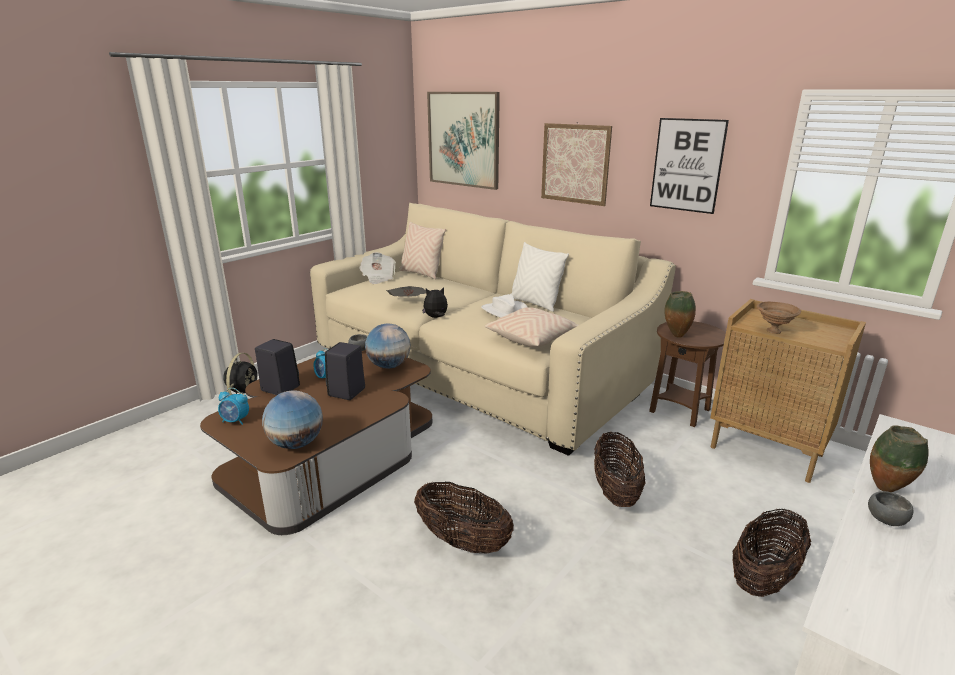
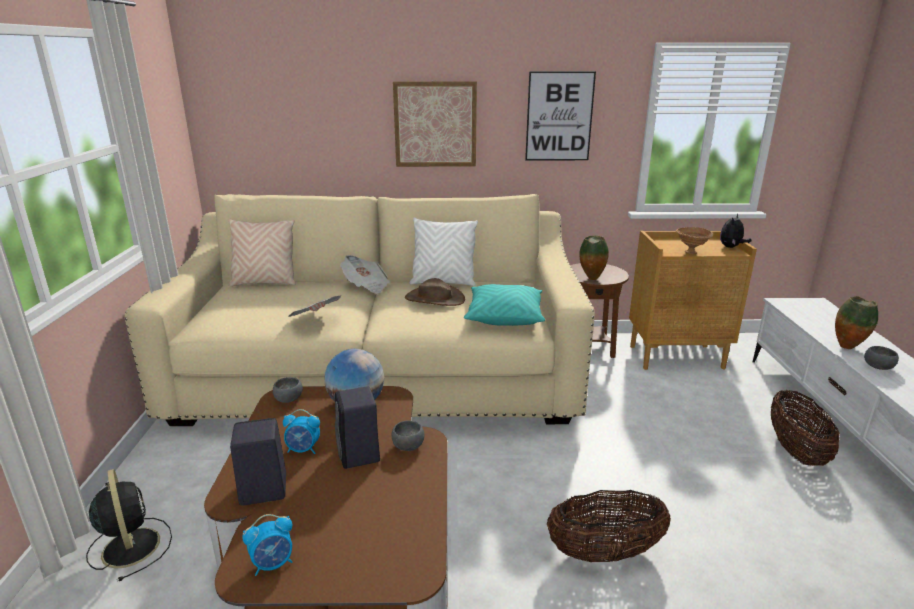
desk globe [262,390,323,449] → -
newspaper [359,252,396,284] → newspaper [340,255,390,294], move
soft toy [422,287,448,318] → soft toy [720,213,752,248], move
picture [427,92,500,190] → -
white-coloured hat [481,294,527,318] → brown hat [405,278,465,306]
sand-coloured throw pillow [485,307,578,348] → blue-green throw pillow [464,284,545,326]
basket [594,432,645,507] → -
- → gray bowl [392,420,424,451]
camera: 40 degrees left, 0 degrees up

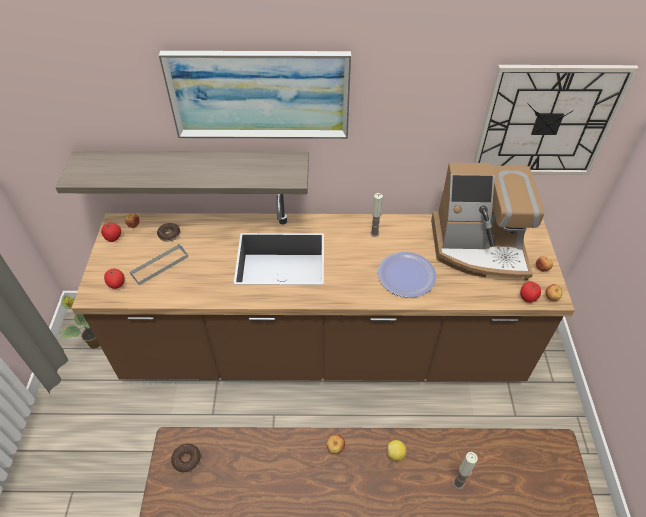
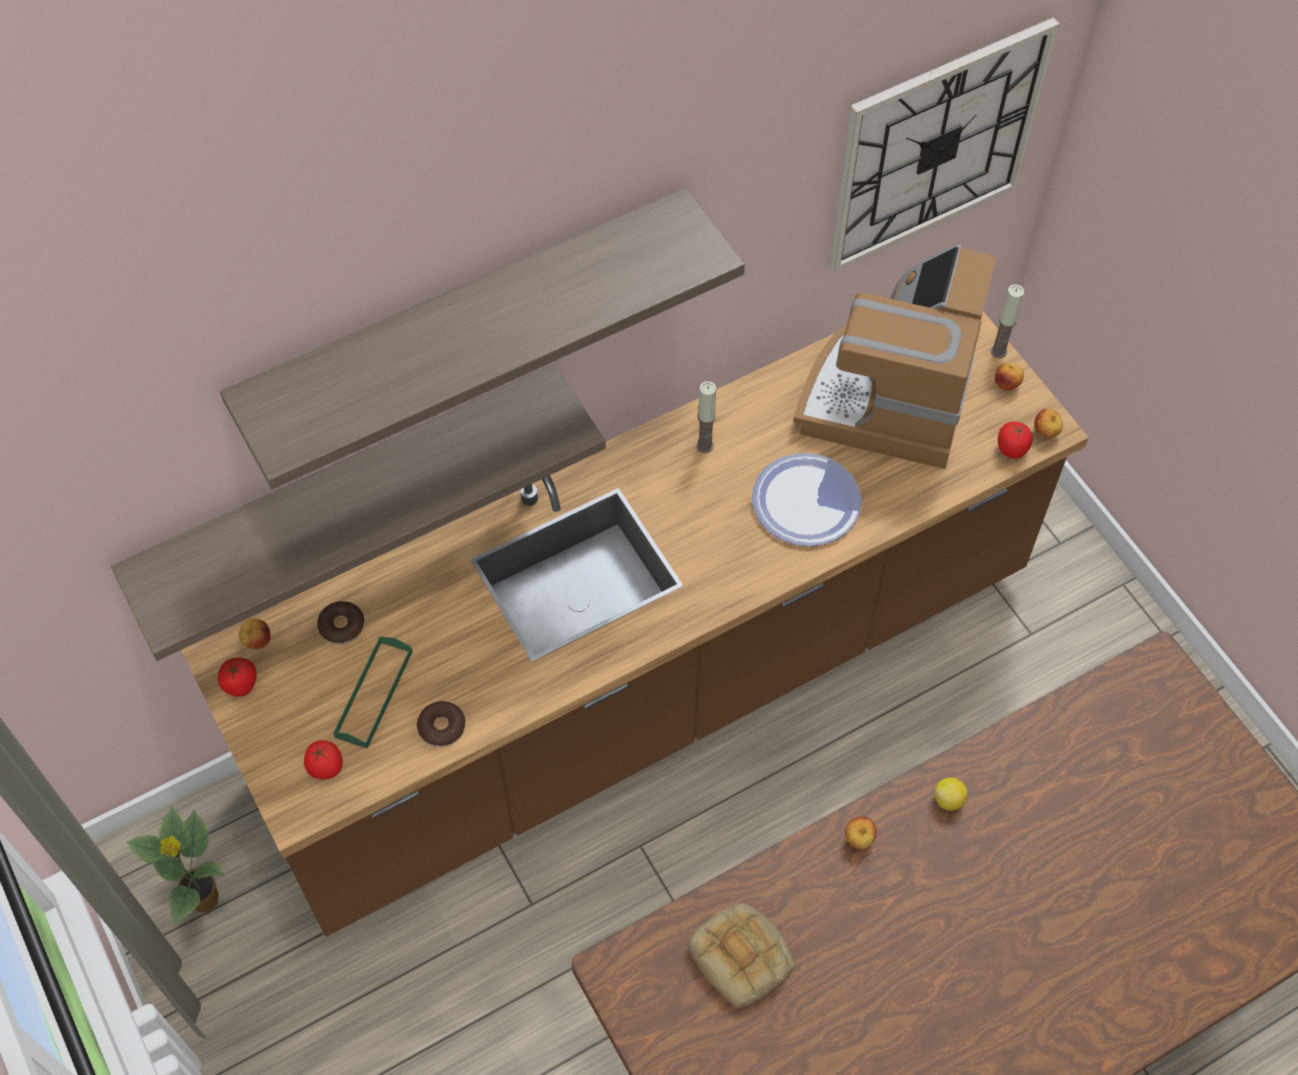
gray carrying tray [129,244,188,285] → green carrying tray [333,636,412,749]
picture [159,51,351,139] → wall shelf [220,188,745,489]
ring doughnut [171,444,201,473] → ring doughnut [417,701,465,747], move
coffee brewer [431,163,544,280] → coffee brewer [793,244,997,469], 135 degrees clockwise
wax candle [453,452,478,489] → wax candle [990,284,1024,358], move
- → bread [688,903,794,1008]
camera: 30 degrees left, 10 degrees up

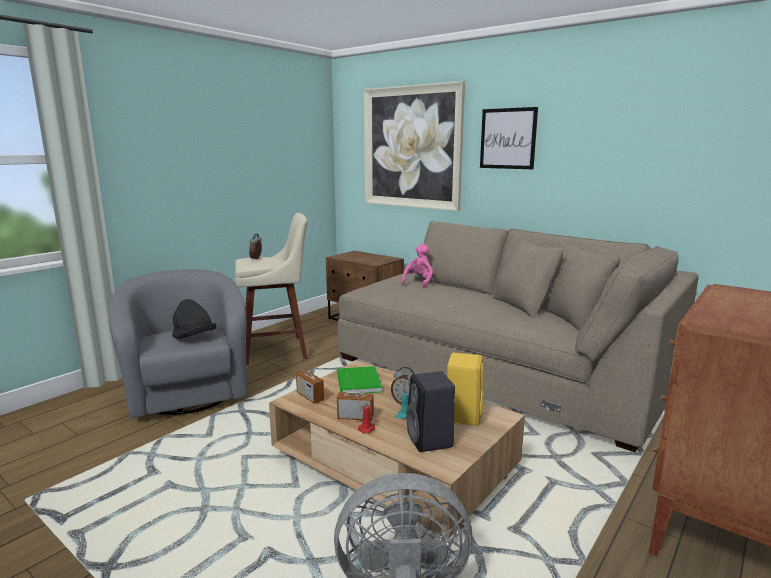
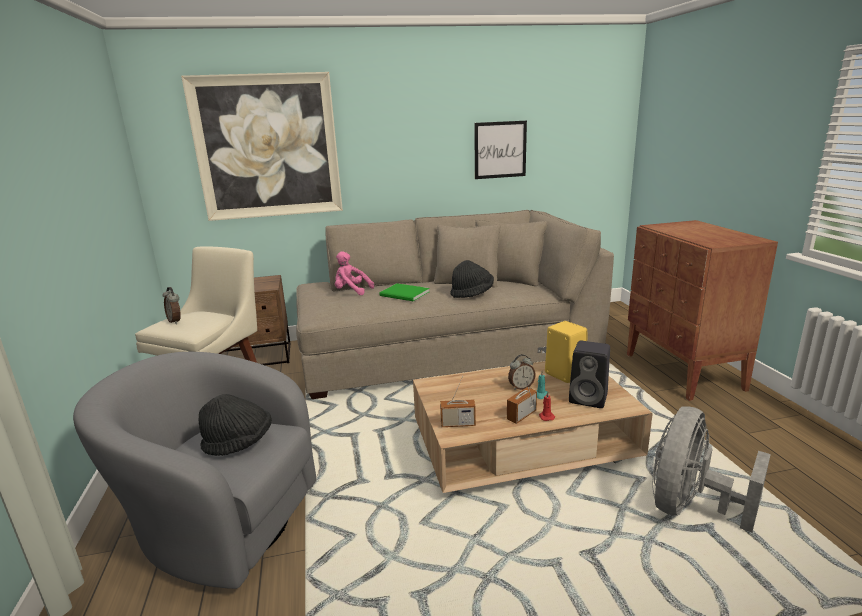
green bound book [337,366,382,393] → green bound book [379,283,429,301], move
pinkish soft toy [401,244,433,288] → pinkish soft toy [335,251,374,295], 45 degrees counterclockwise
picture [480,107,538,169] → picture [474,121,527,179], move
- → blackish hat [450,260,494,298]
camera: 50 degrees left, 5 degrees up

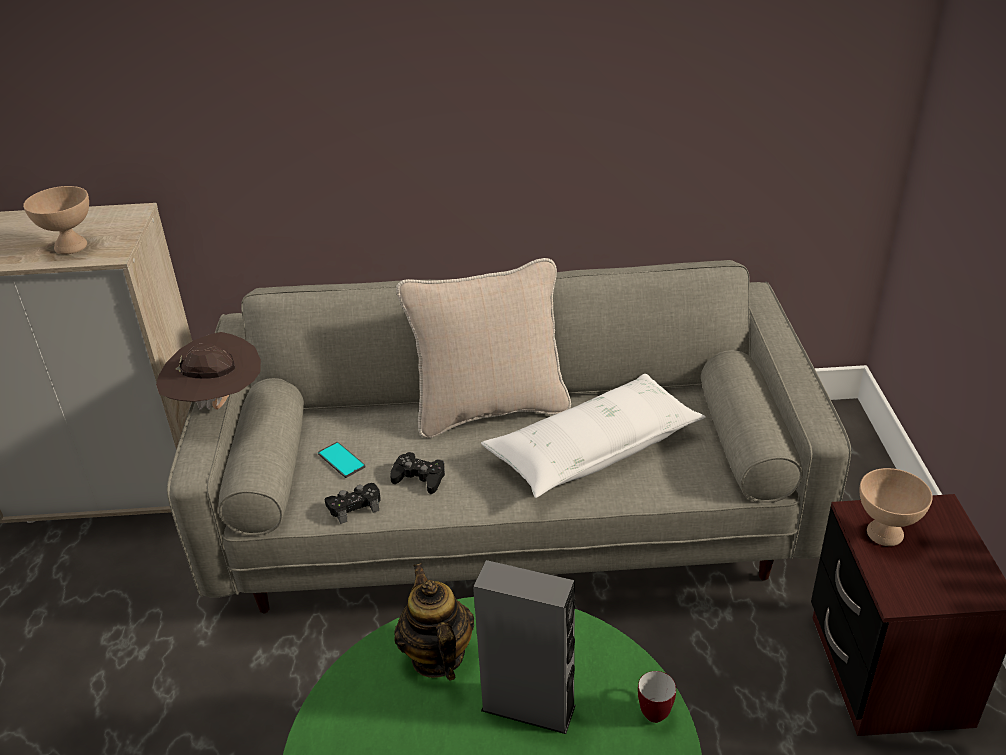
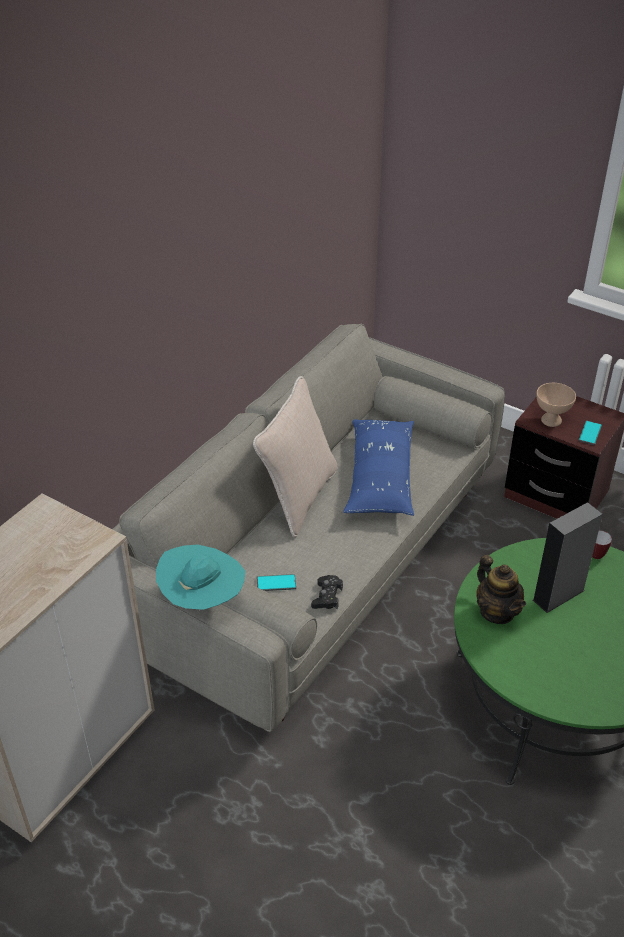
sand-coloured bowl [23,186,89,254] → -
brown hat [156,332,261,410] → blue-green hat [156,545,245,611]
blackish gamepad [390,452,445,494] → -
pot for tea [394,563,474,680] → pot for tea [476,555,526,624], 135 degrees counterclockwise
white-coloured throw pillow [481,374,706,498] → blue-coloured throw pillow [343,419,414,516]
- → phone [578,421,602,445]
camera: 55 degrees left, 5 degrees up

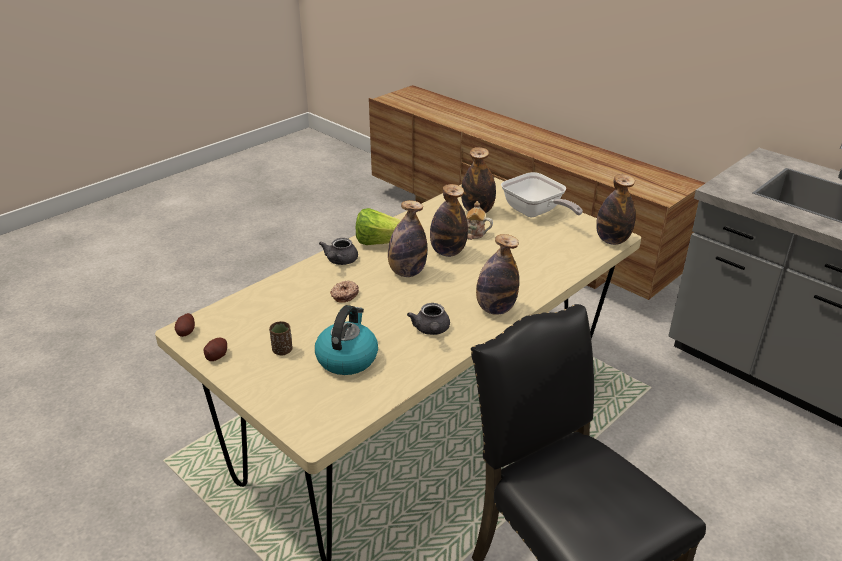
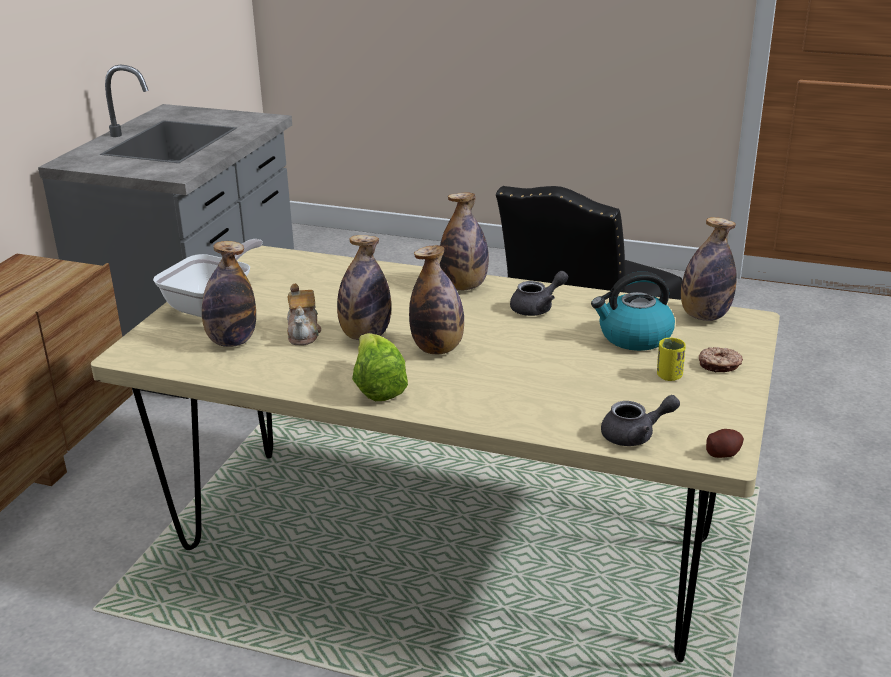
potato [203,338,227,361] → -
brown drinking cup [269,321,292,355] → yellow drinking cup [657,338,686,381]
gray pot for tea [319,238,358,265] → gray pot for tea [601,395,680,446], move
ring doughnut [330,281,359,303] → ring doughnut [699,347,743,372], move
bottle [596,174,636,245] → bottle [681,217,737,321], move
camera: 115 degrees left, 5 degrees down

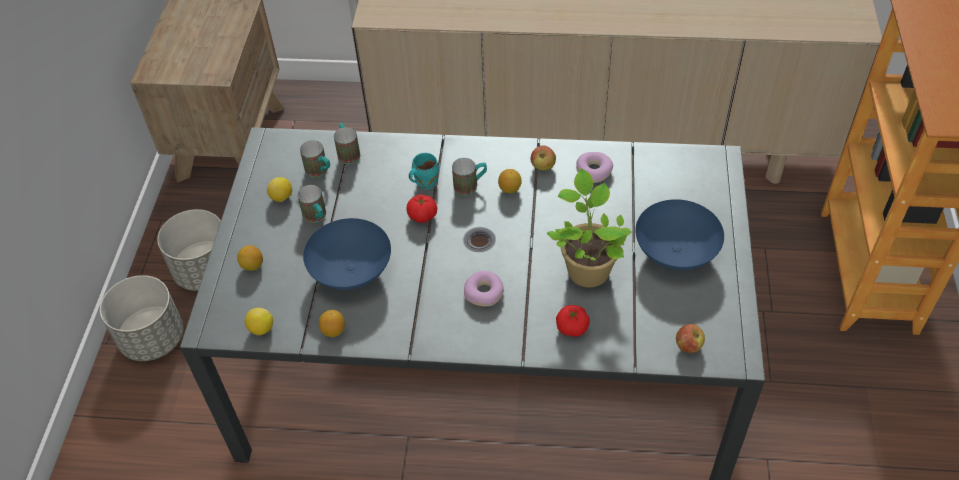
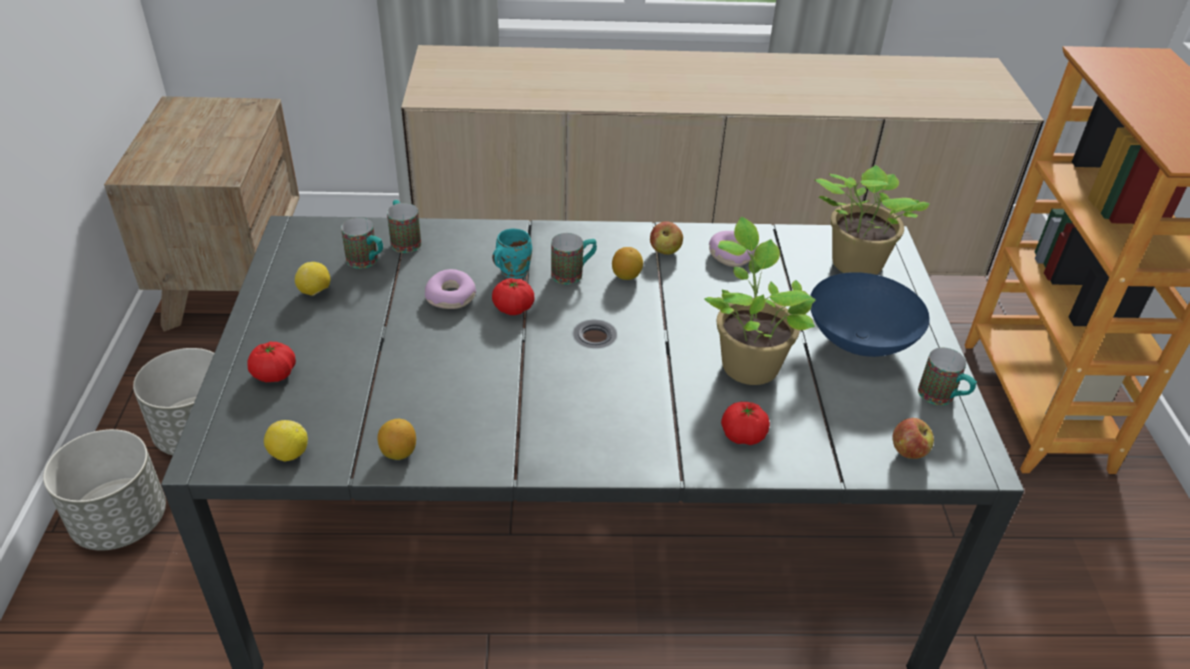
whole lemon [237,245,263,271] → whole tomato [247,342,296,382]
tea mug [297,185,326,223] → tea mug [918,348,977,405], move
blue-coloured bowl [303,218,391,290] → -
ring doughnut [464,271,504,306] → ring doughnut [425,269,476,309], move
- → houseplant [815,165,930,275]
camera: 10 degrees left, 10 degrees down

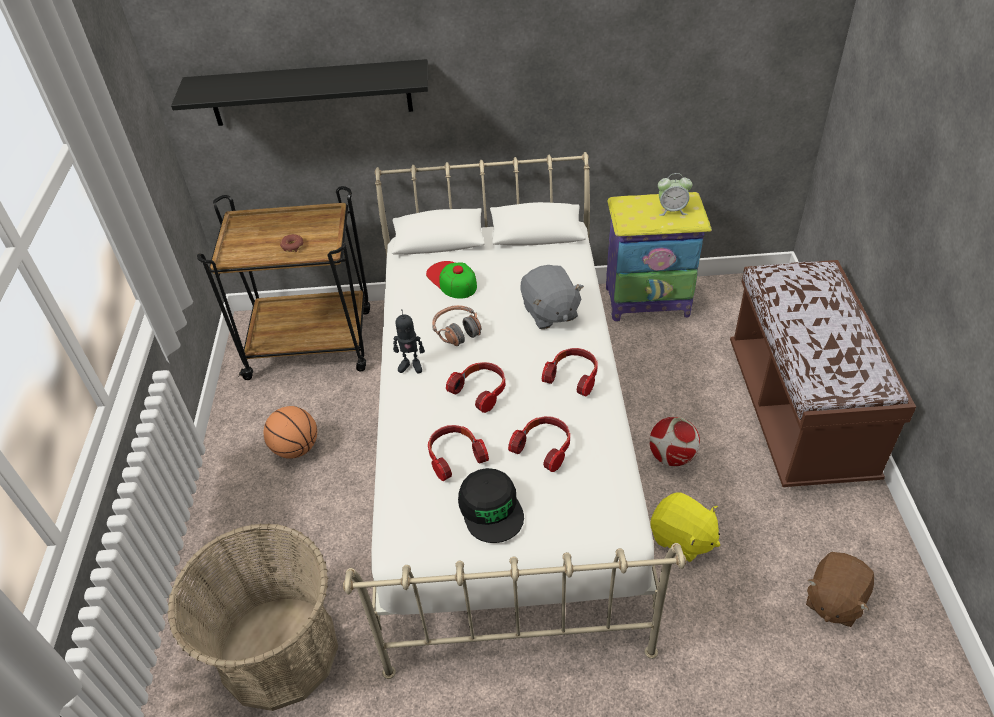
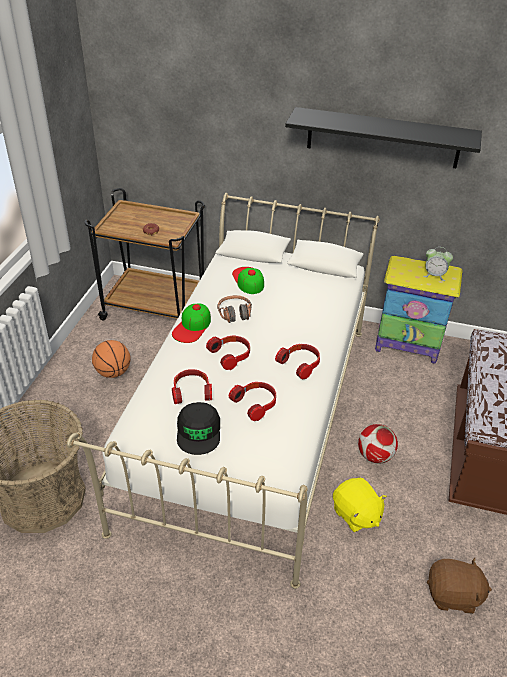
blackish wall shelf [171,59,428,126] → blackish wall shelf [285,107,482,168], move
model robot [393,309,425,373] → baseball cap [172,304,211,343]
gray soft toy [520,265,584,329] → -
brown soft toy [806,552,874,627] → brown soft toy [427,558,492,614], 135 degrees counterclockwise
camera: 15 degrees right, 5 degrees down

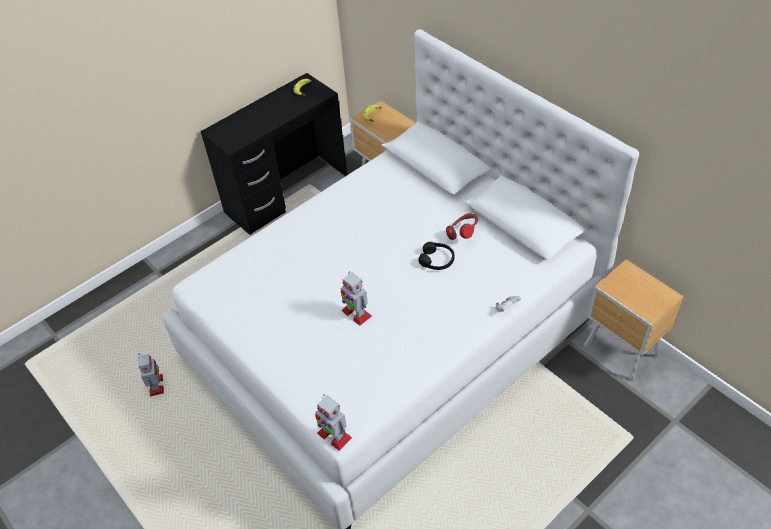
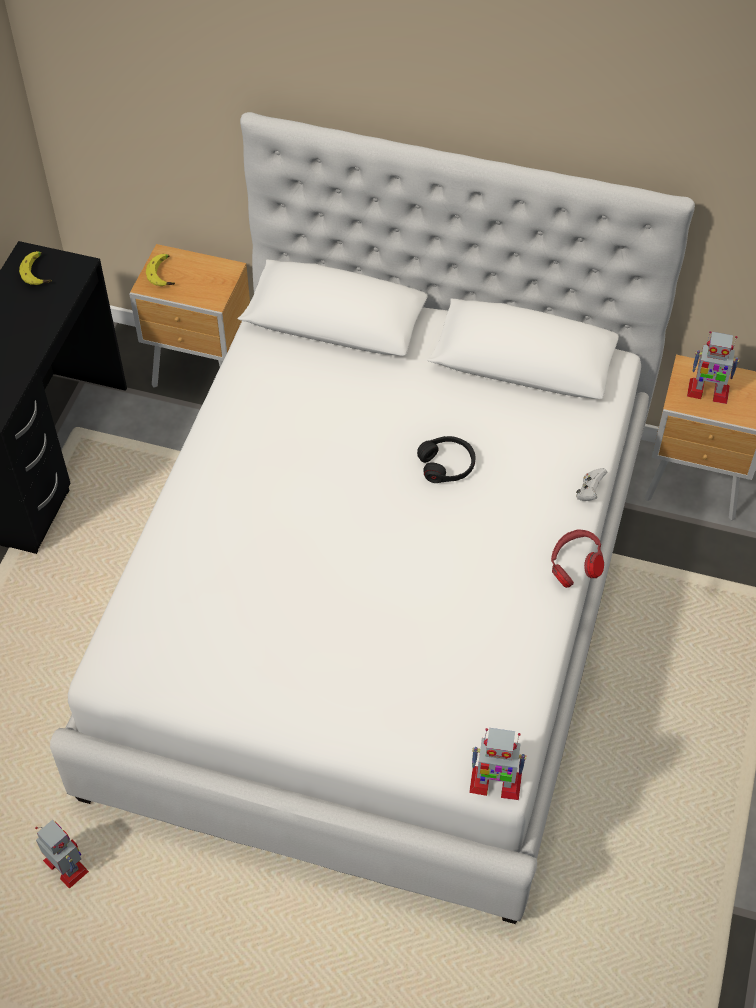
model robot [341,271,372,326] → model robot [687,331,739,404], move
reddish pair of headphones [446,213,478,240] → reddish pair of headphones [551,529,604,588], move
camera: 35 degrees left, 5 degrees up

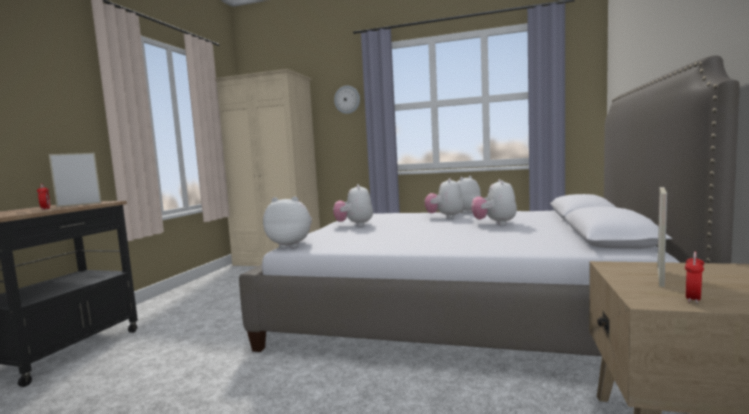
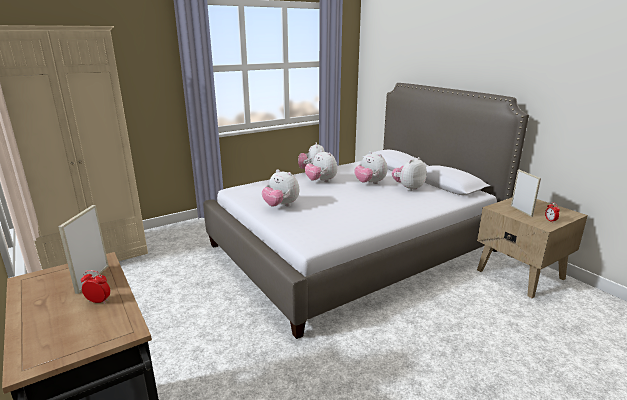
soft toy [263,196,312,248] → soft toy [392,157,427,191], move
wall clock [334,86,360,114] → -
camera: 50 degrees left, 15 degrees up

